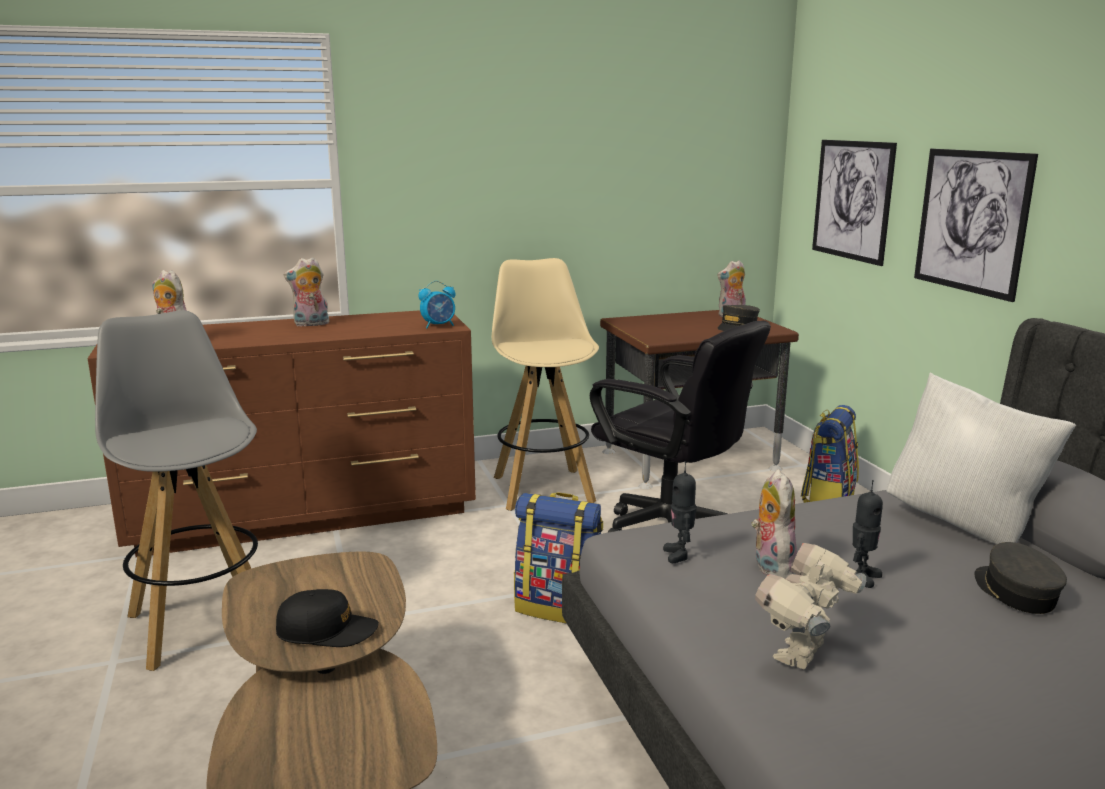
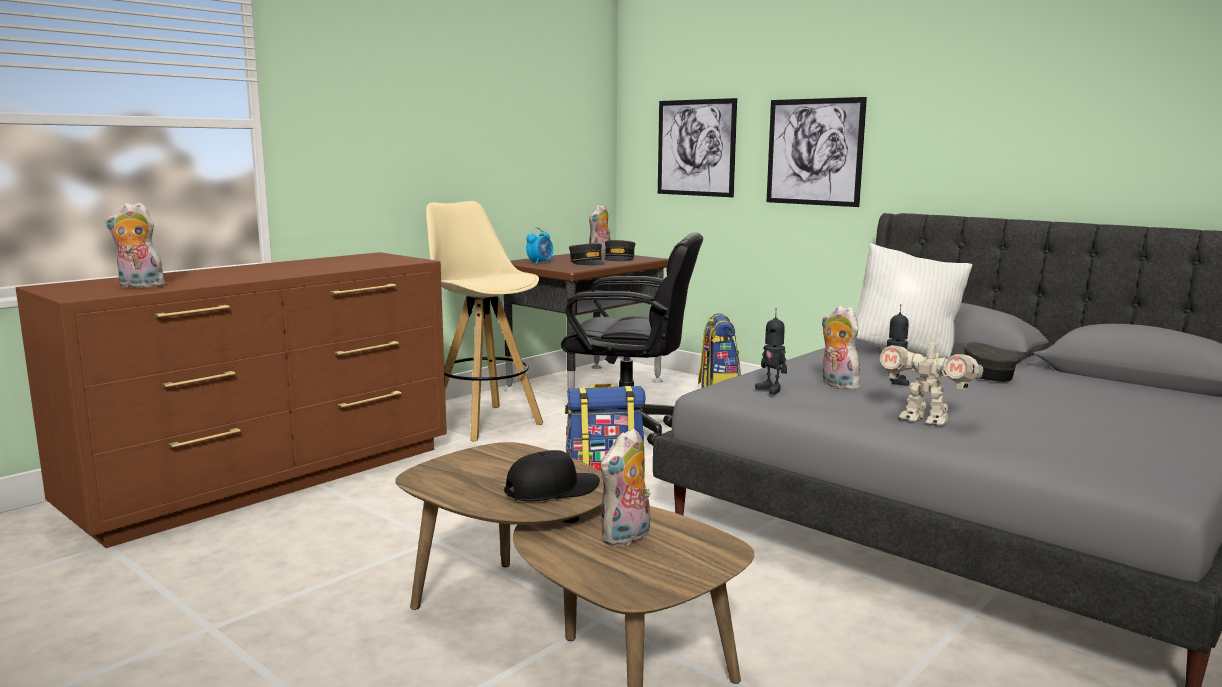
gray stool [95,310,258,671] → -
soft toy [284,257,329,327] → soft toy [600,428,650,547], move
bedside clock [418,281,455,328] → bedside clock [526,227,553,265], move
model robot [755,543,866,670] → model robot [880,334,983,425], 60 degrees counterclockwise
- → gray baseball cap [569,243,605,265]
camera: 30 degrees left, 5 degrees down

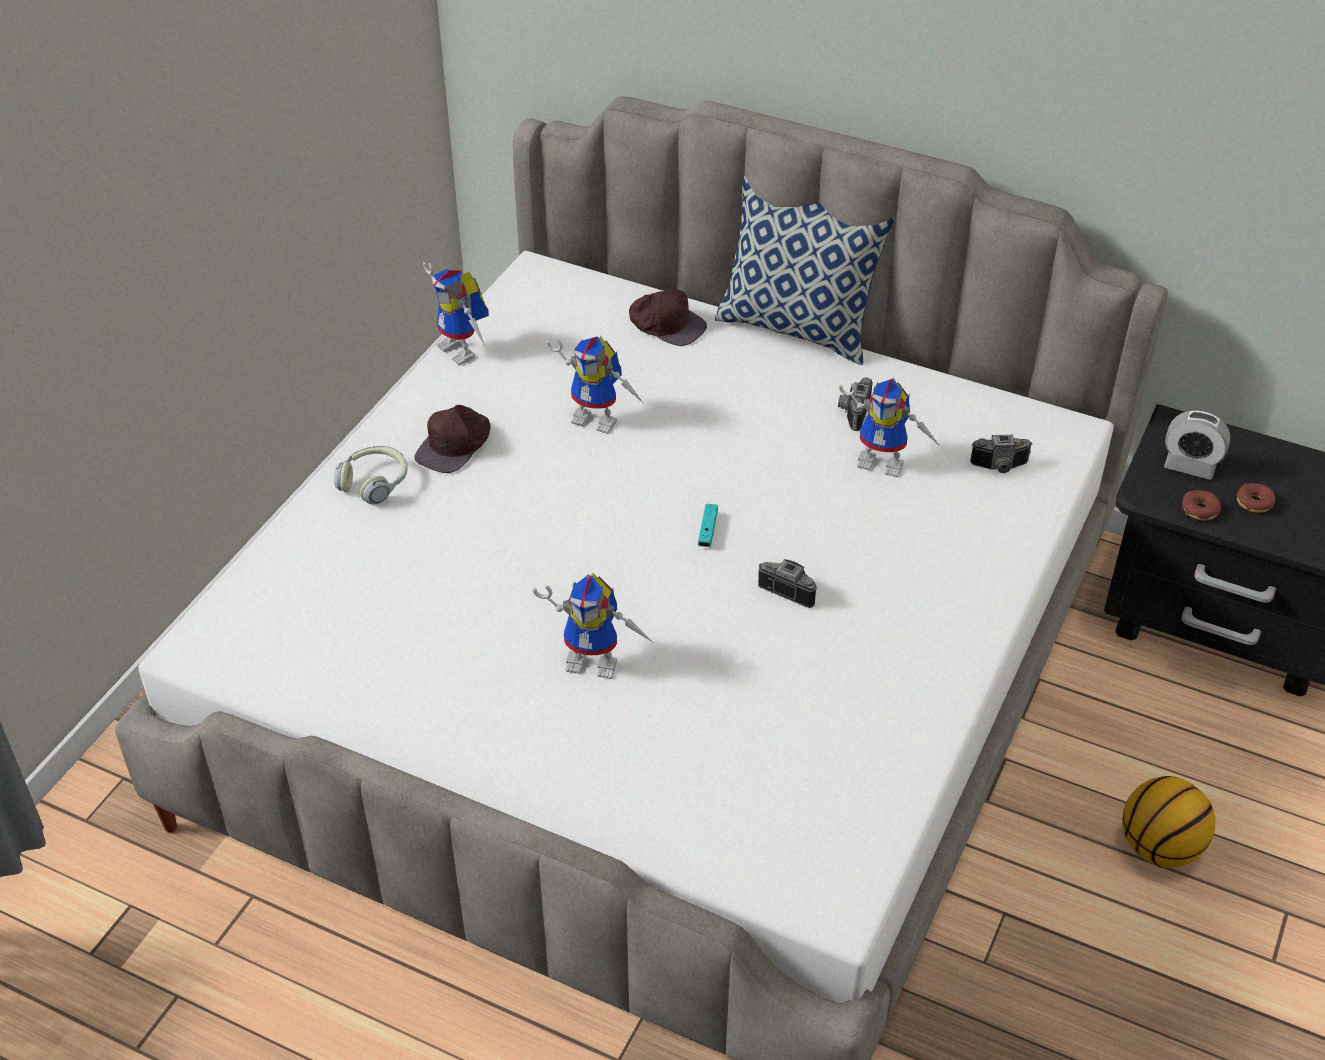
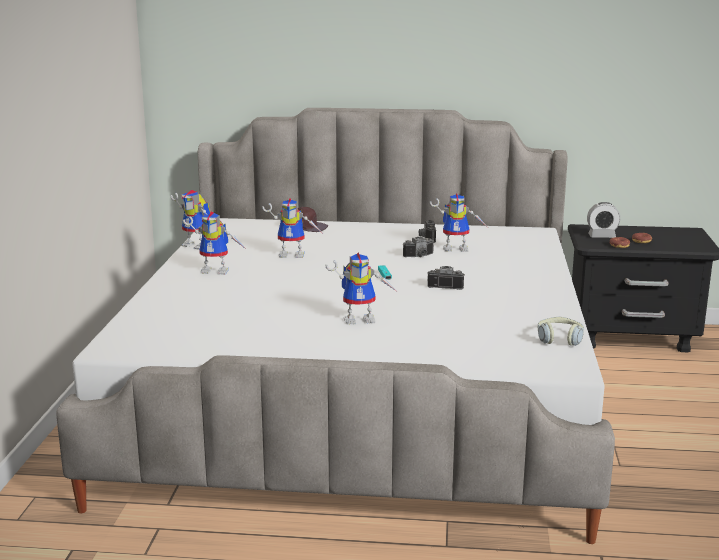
pair of headphones [334,446,408,504] → pair of headphones [538,317,584,346], move
brown baseball cap [414,405,491,473] → model robot [183,211,247,275]
throw pillow [715,176,895,365] → -
photo camera [970,435,1032,473] → photo camera [403,237,434,257], move
basketball [1122,776,1216,868] → -
camera: 20 degrees left, 25 degrees down

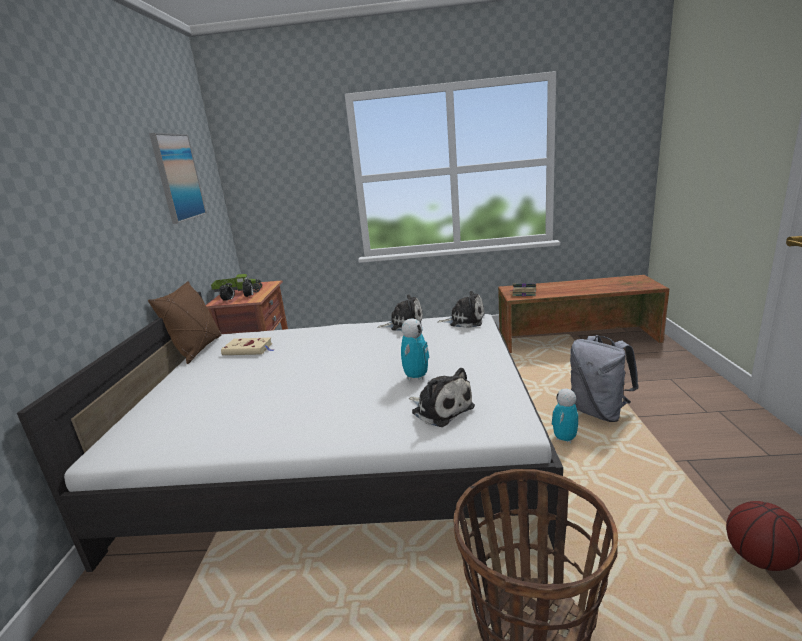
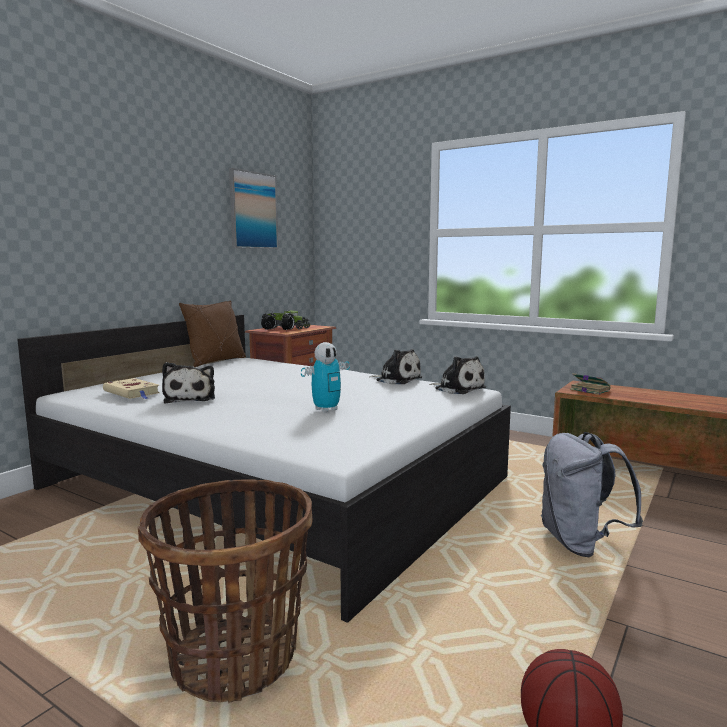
sand-coloured bound book [221,338,274,355] → sand-coloured bound book [103,378,160,399], move
soft toy [409,368,475,427] → soft toy [162,362,215,404], move
model robot [552,388,578,443] → -
camera: 30 degrees right, 10 degrees down

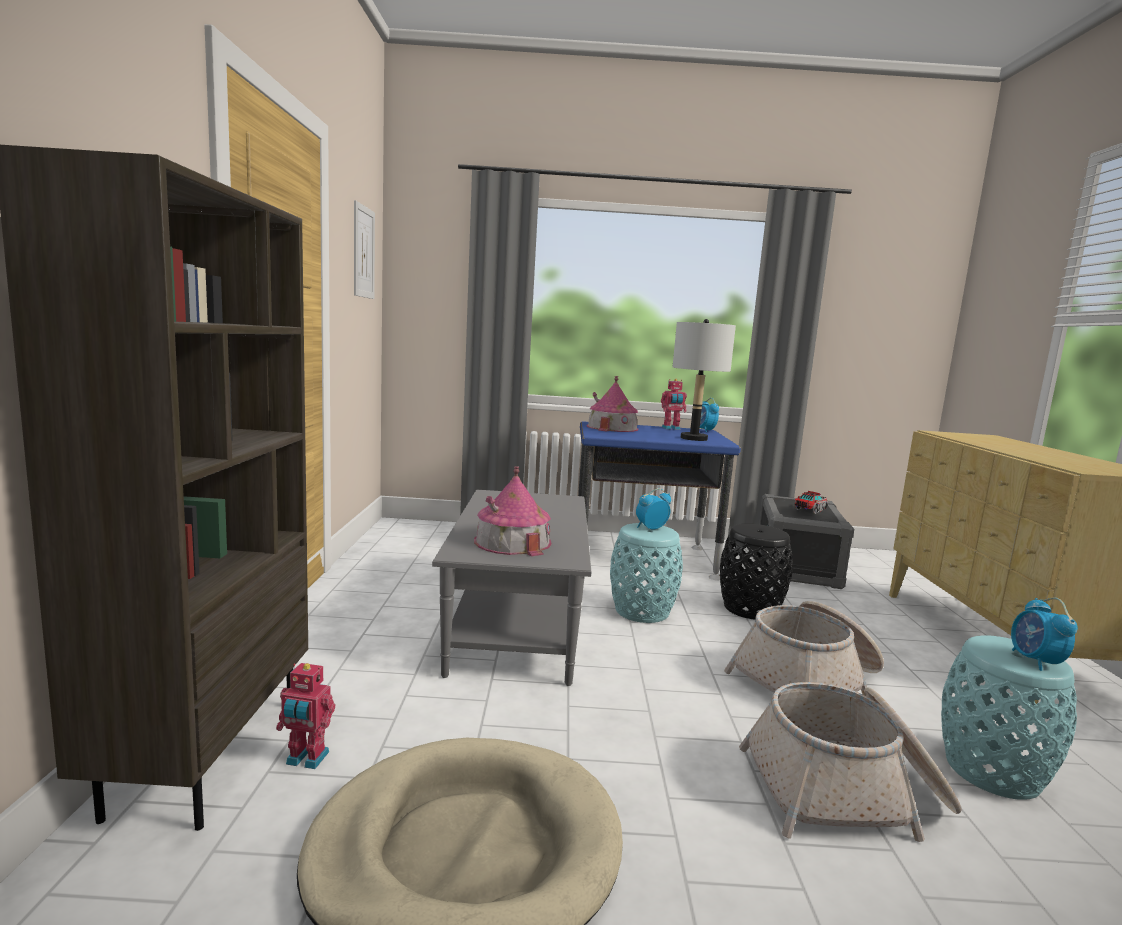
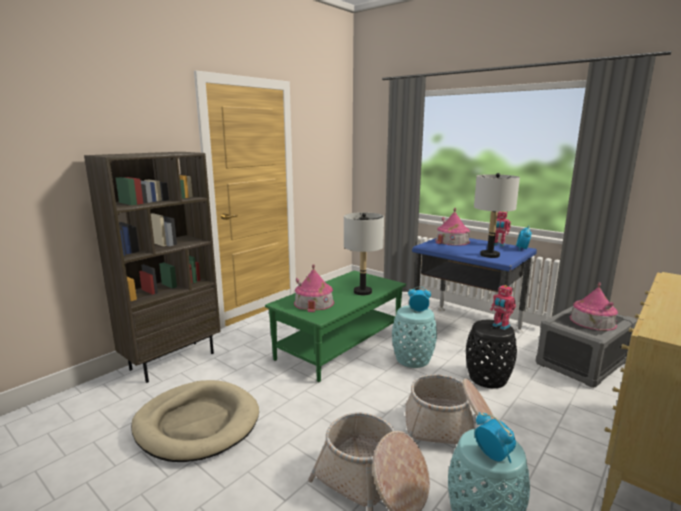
model robot [276,663,335,769] → model robot [490,284,516,330], move
picture [354,200,375,299] → -
gray lounge table [432,490,591,686] → green lounge table [265,270,406,383]
toy truck [795,491,828,514] → miniature house [570,283,618,331]
bedside clock [1011,598,1078,671] → bedside clock [475,412,516,463], 105 degrees clockwise
- → gray lamp for a table [344,212,384,295]
camera: 40 degrees right, 5 degrees up

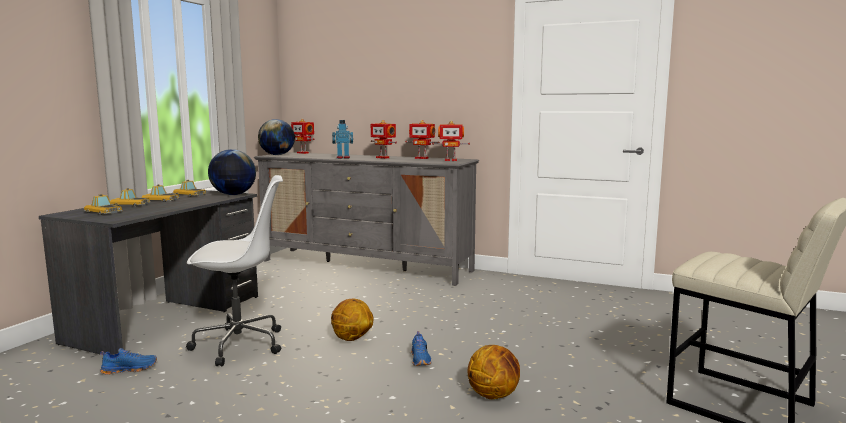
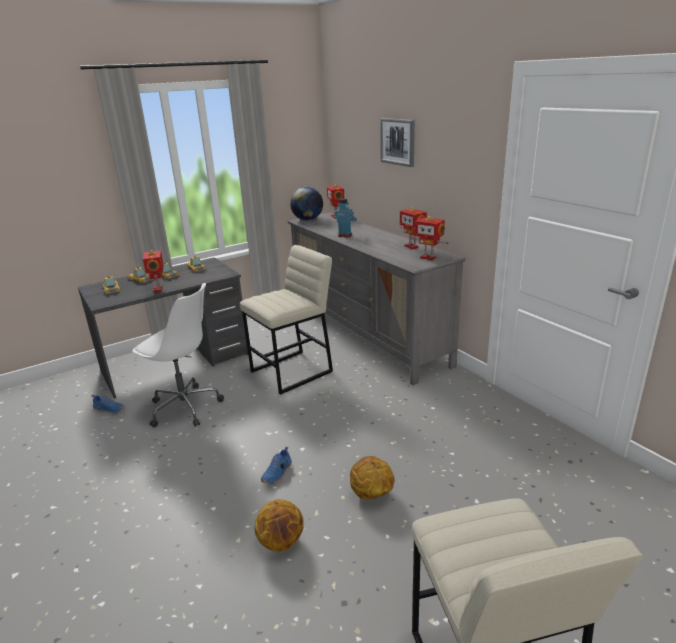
desk globe [208,149,256,195] → -
basketball [331,298,374,341] → basketball [350,456,394,499], move
model robot [371,120,397,159] → model robot [143,250,164,293], move
- → sand-coloured plain chair [240,245,333,395]
- → picture [380,118,415,167]
camera: 35 degrees right, 15 degrees up

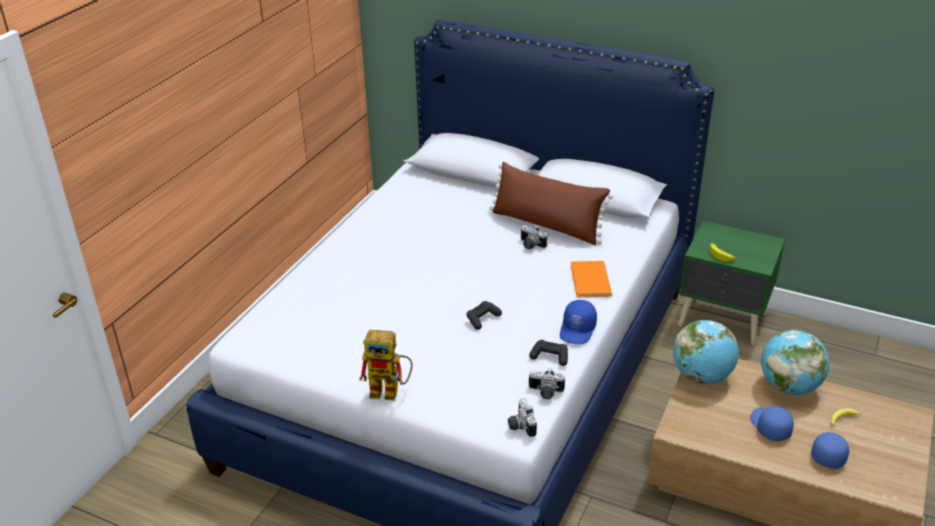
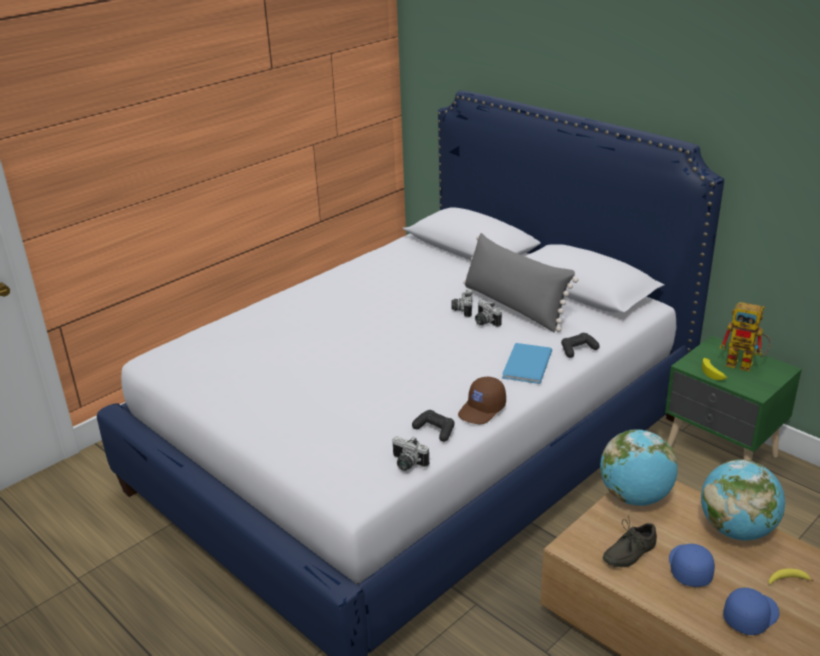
model robot [359,330,413,401] → model robot [720,302,771,371], move
blackish gamepad [467,301,502,330] → blackish gamepad [561,333,600,358], move
brown throw pillow [490,162,613,245] → gray throw pillow [463,233,579,332]
photo camera [508,398,537,437] → photo camera [451,289,472,317], move
blue-coloured baseball cap [560,300,597,344] → brown baseball cap [458,377,506,424]
orangey bound book [571,261,612,297] → blue-coloured bound book [502,343,552,384]
- → gray shoe [602,515,657,567]
camera: 20 degrees right, 5 degrees down

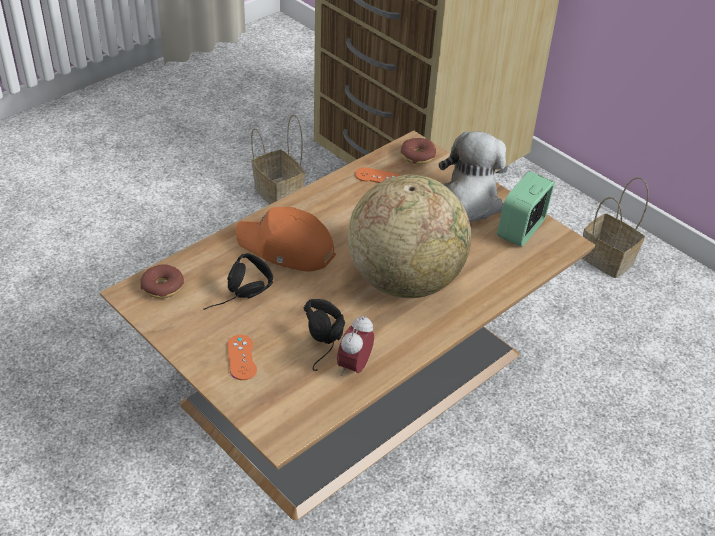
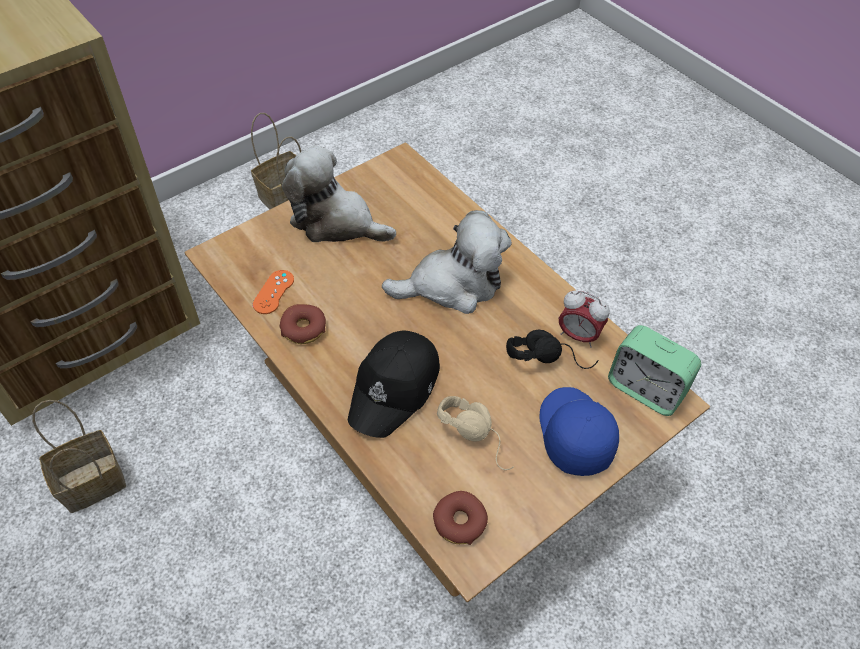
blackish pair of headphones [203,253,273,310] → sand-coloured pair of headphones [437,396,514,470]
orangey gamepad [227,335,257,380] → blue-coloured baseball cap [539,387,619,476]
orangey baseball cap [236,207,336,272] → blackish baseball cap [348,330,440,438]
desk globe [348,174,471,298] → soft toy [382,210,512,314]
ring doughnut [401,138,436,164] → ring doughnut [279,304,326,344], move
bedside clock [497,171,555,247] → bedside clock [608,325,701,416], move
camera: 85 degrees left, 10 degrees up

